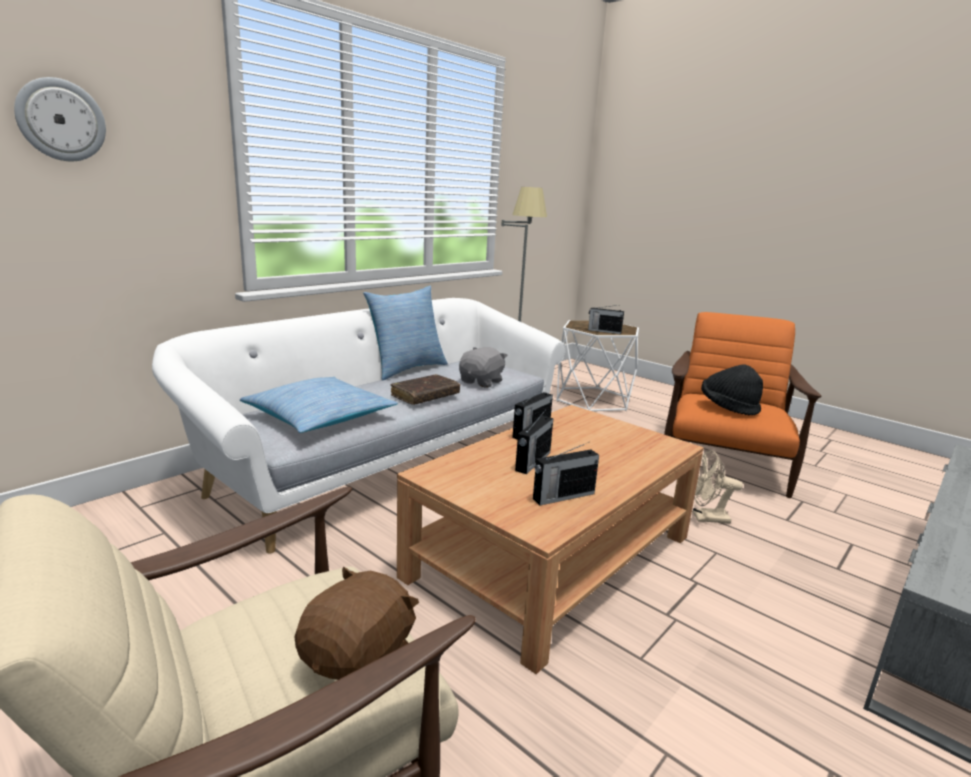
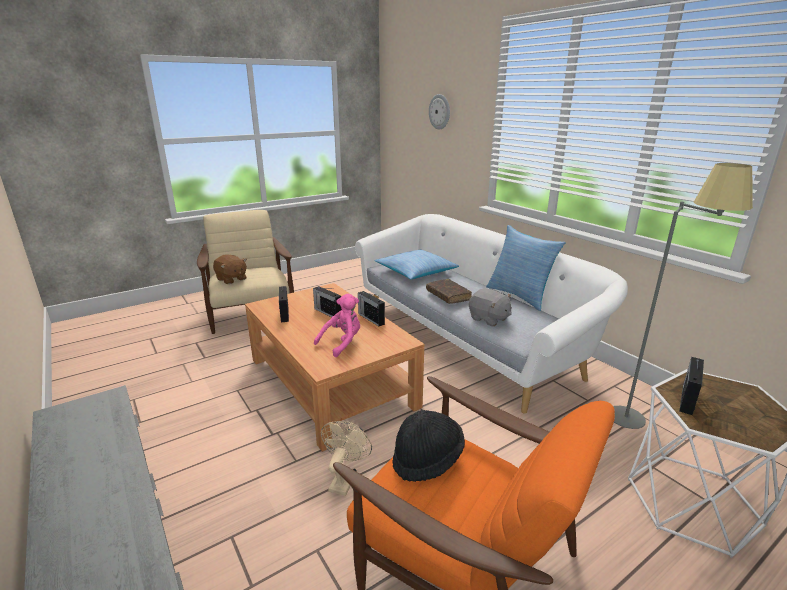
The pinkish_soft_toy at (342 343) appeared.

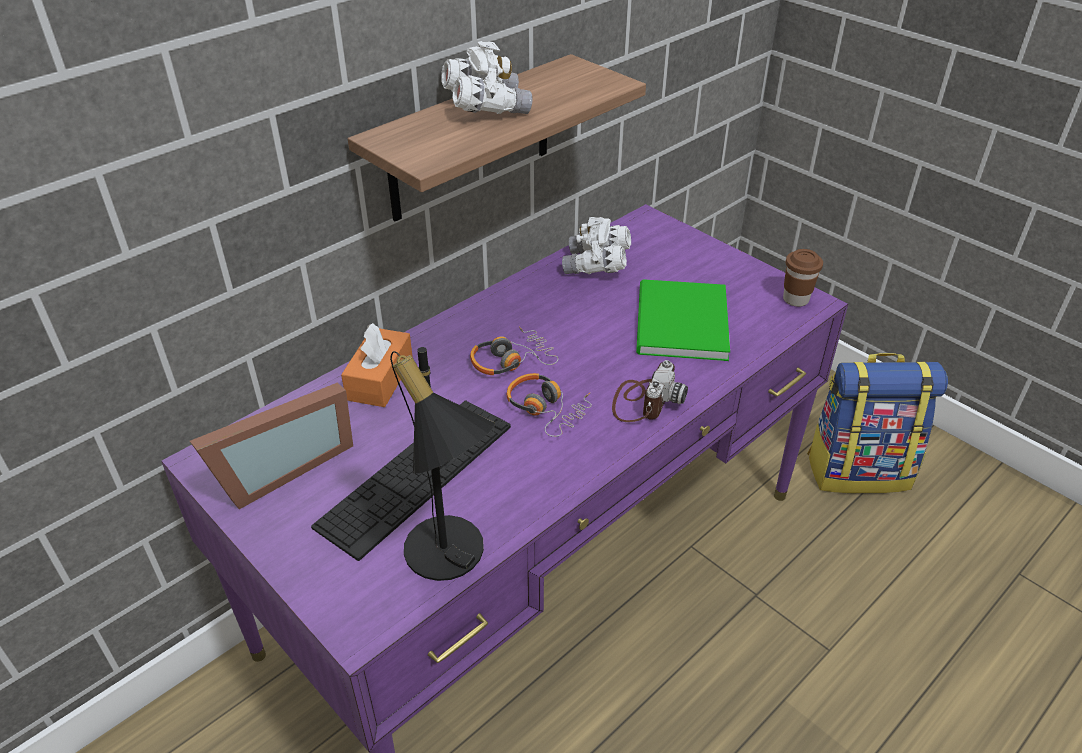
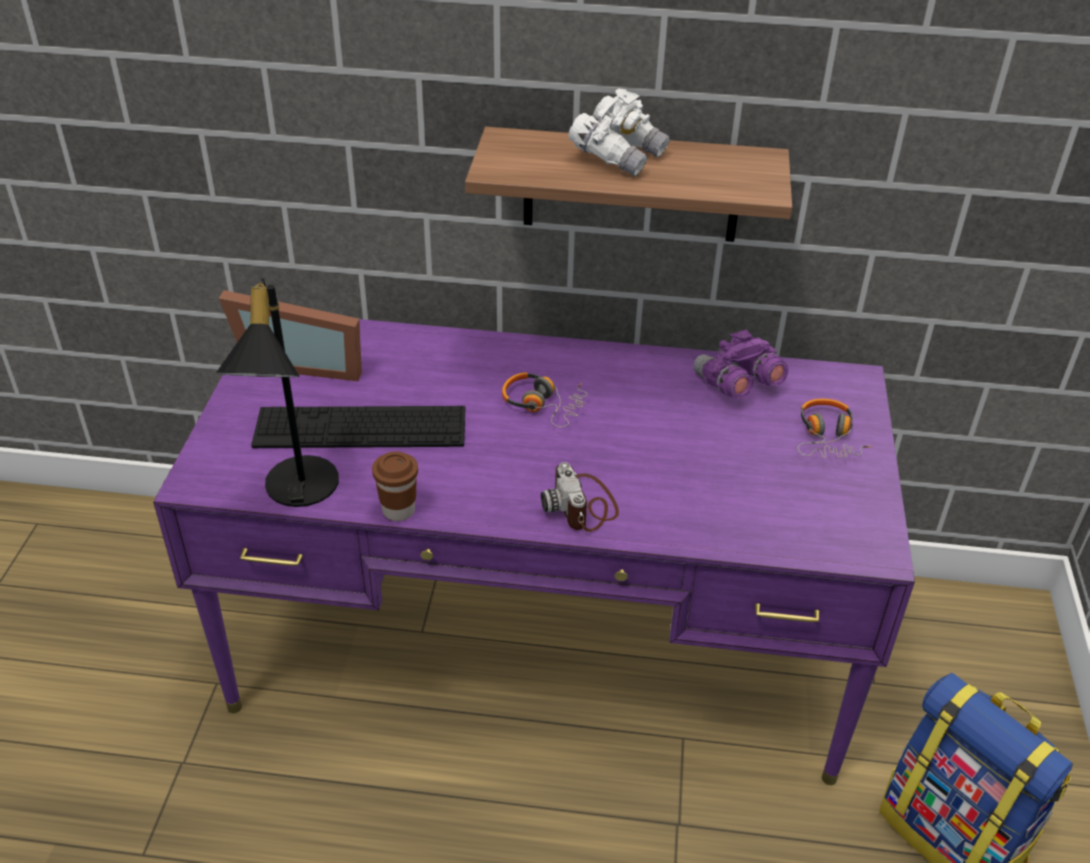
The orange-coloured_box_of_tissues at (380 379) disappeared. The headset moved from (546 409) to (827 437). The whitish_field_glasses at (596 266) became the purplish_field_glasses at (736 385). The photo_camera at (644 401) turned 90 degrees clockwise. The green-coloured_volume at (678 325) disappeared. The brownish_cup moved from (795 299) to (398 510).

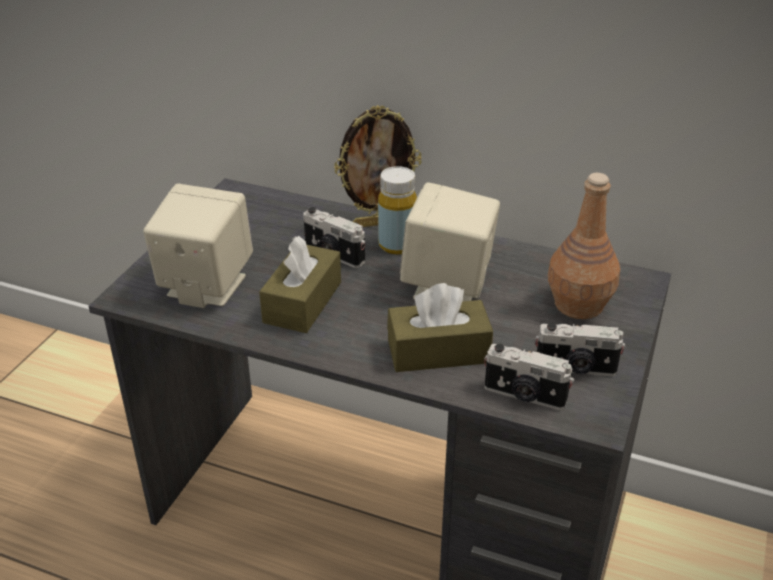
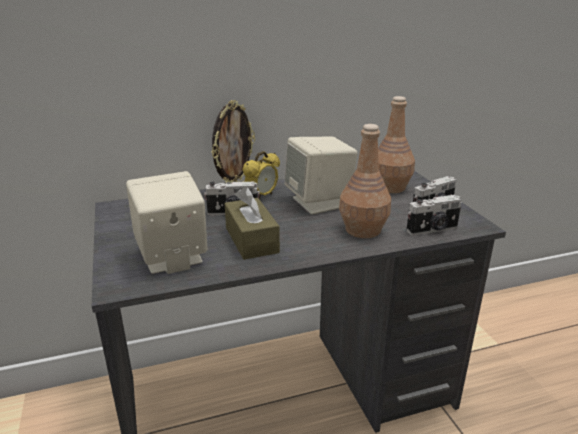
The yellow-coloured_bottle at (397 245) was replaced by the table_clock at (262 196). The brownish_box_of_tissues at (438 351) was replaced by the brownish_bottle at (363 230).

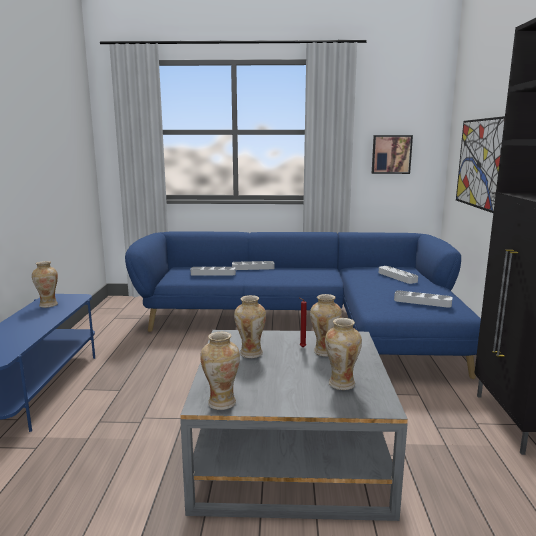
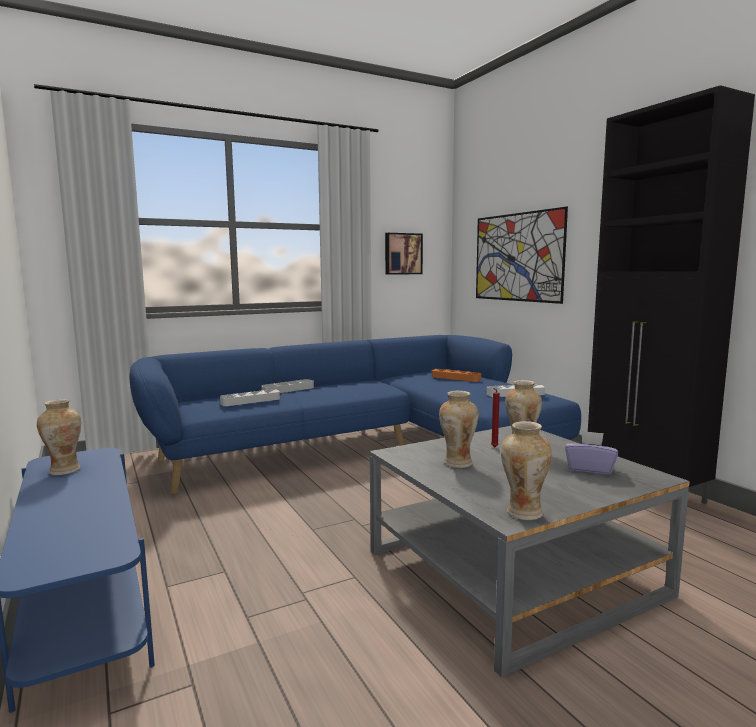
The vase at (341 384) was replaced by the purplish_box_of_tissues at (590 469). The grey_serving_tray at (397 277) became the orange-coloured_serving_tray at (456 378).

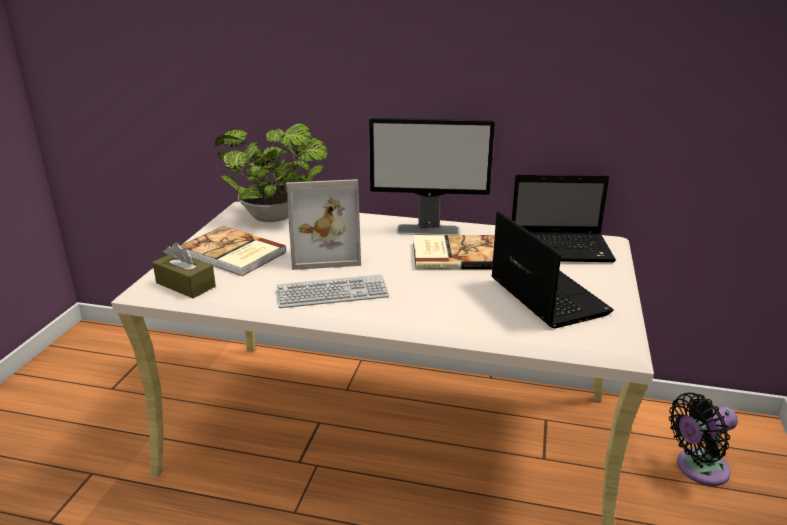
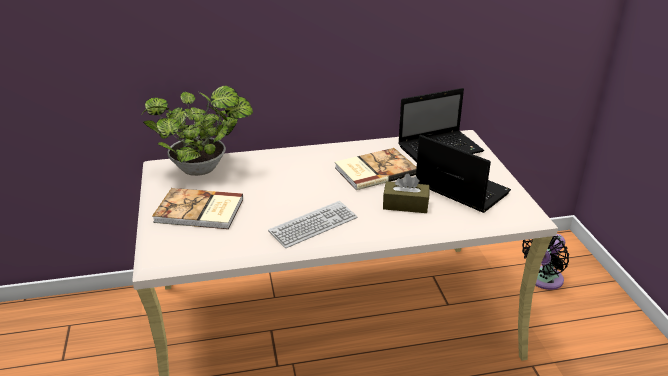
The brownish_box_of_tissues moved from (185 285) to (405 205). The photo_frame at (325 253) disappeared. The monitor at (428 230) disappeared.

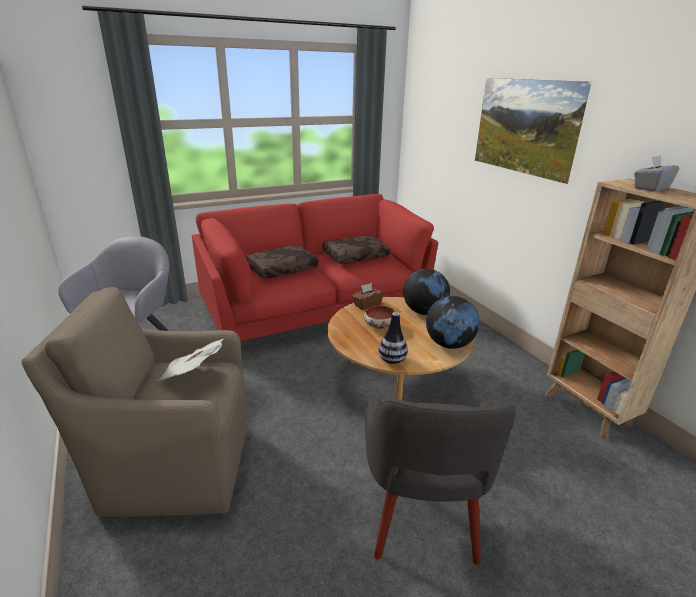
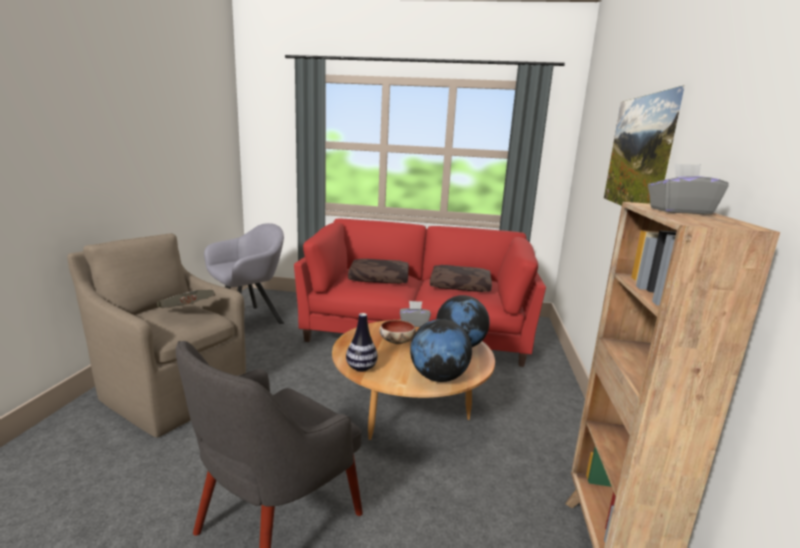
The brownish_box_of_tissues at (367 305) became the grey_box_of_tissues at (414 324).

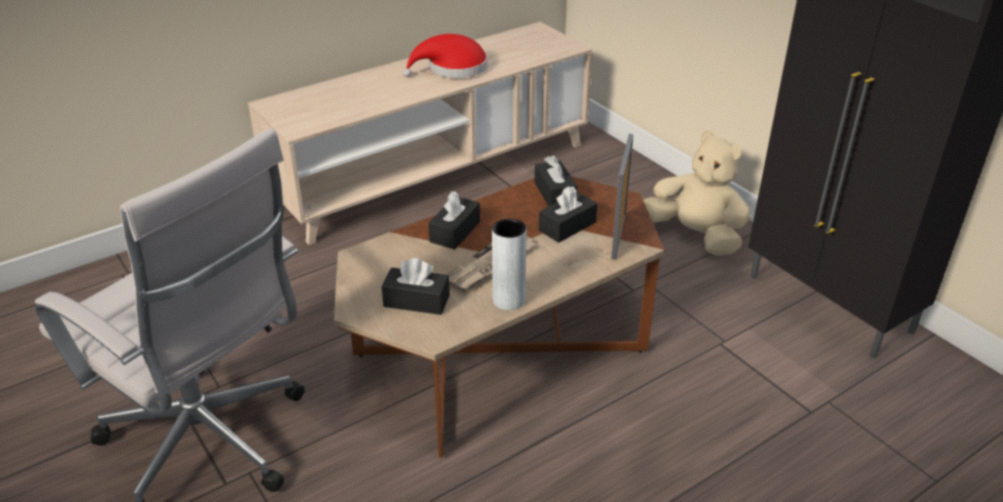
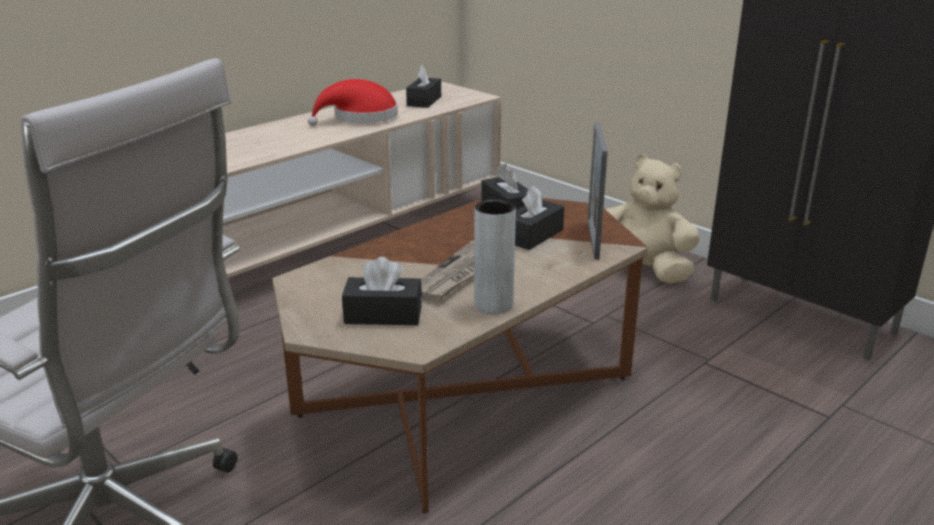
The blackish_box_of_tissues moved from (455 232) to (424 101).

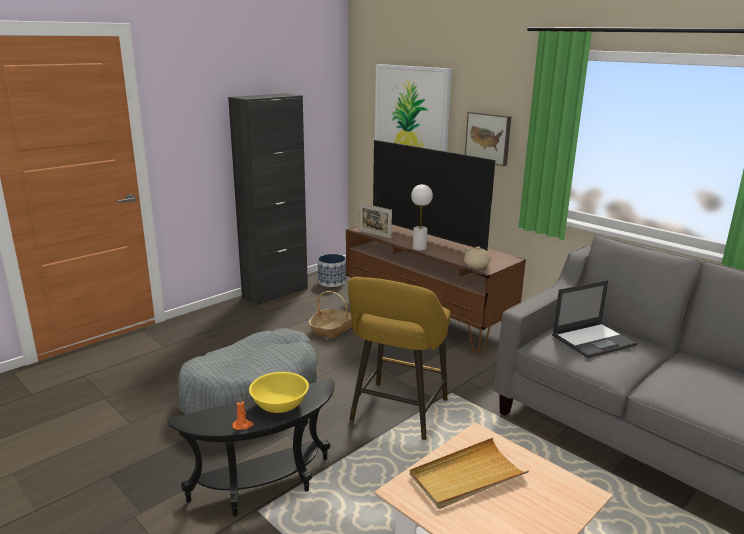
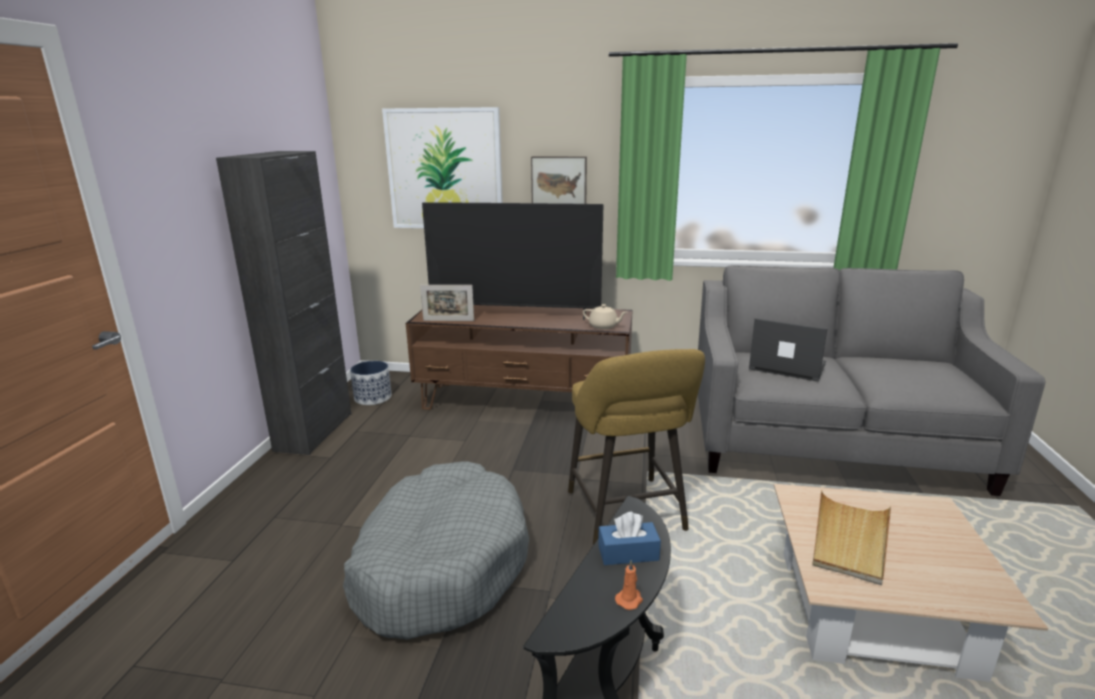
The yellow-coloured_deep_dish at (279 405) was replaced by the blue_box_of_tissues at (628 553). The household_basket at (332 329) disappeared. The whitish_lamp_for_a_table at (419 248) disappeared. The portable_computer at (594 340) turned 90 degrees counterclockwise.

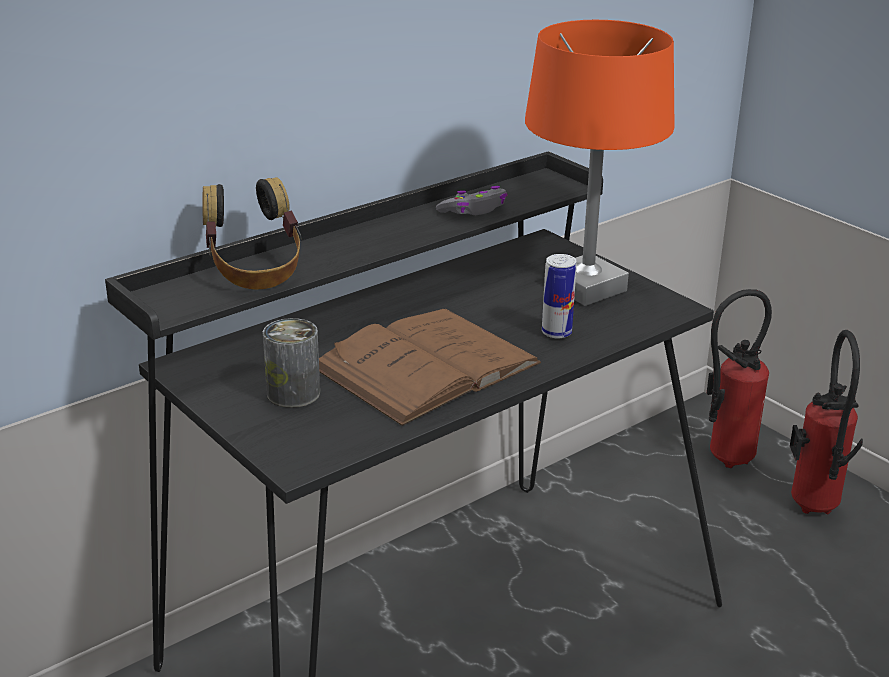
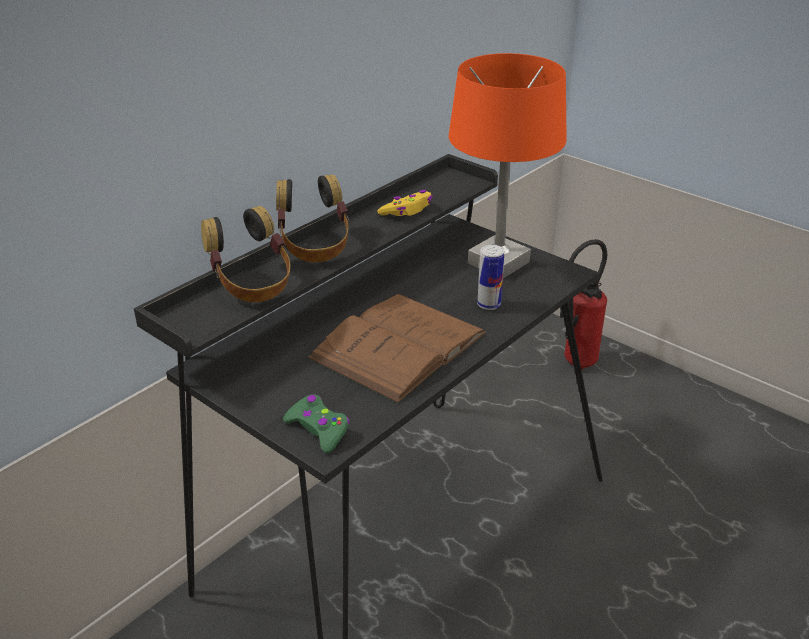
The metal_can at (293 393) disappeared. The grey_gamepad at (474 210) became the yellow-coloured_gamepad at (407 210). The fire-fighting_cylinder at (812 510) disappeared. The headset at (314 246) appeared. The green-coloured_gamepad at (318 429) appeared.

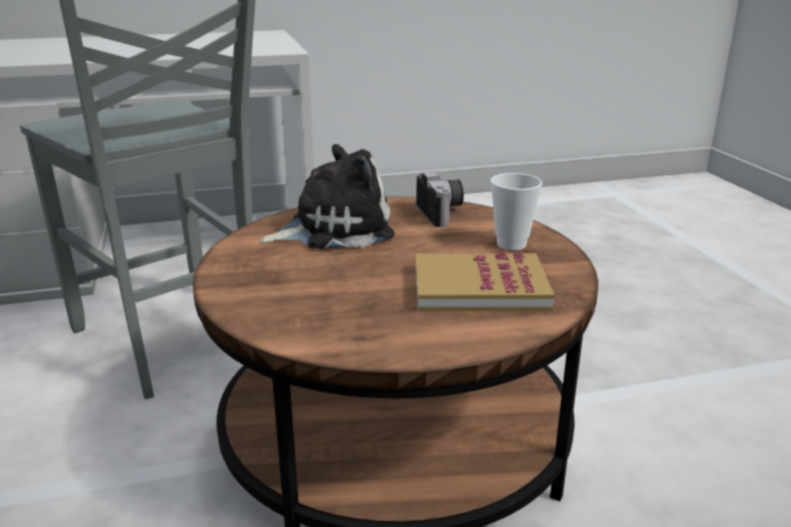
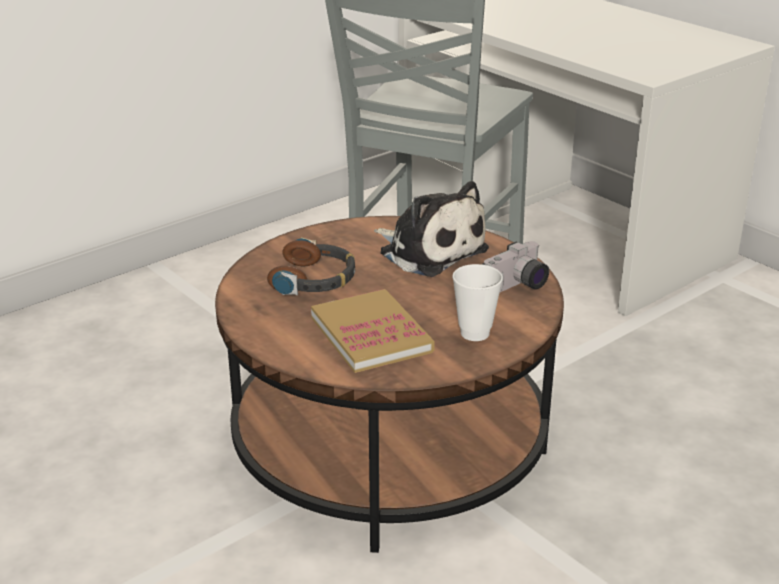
The headset at (315 279) appeared.

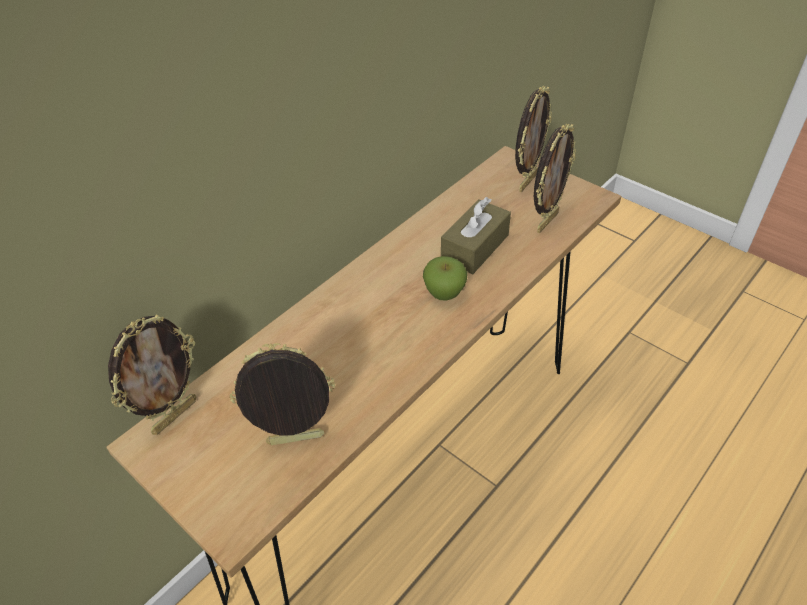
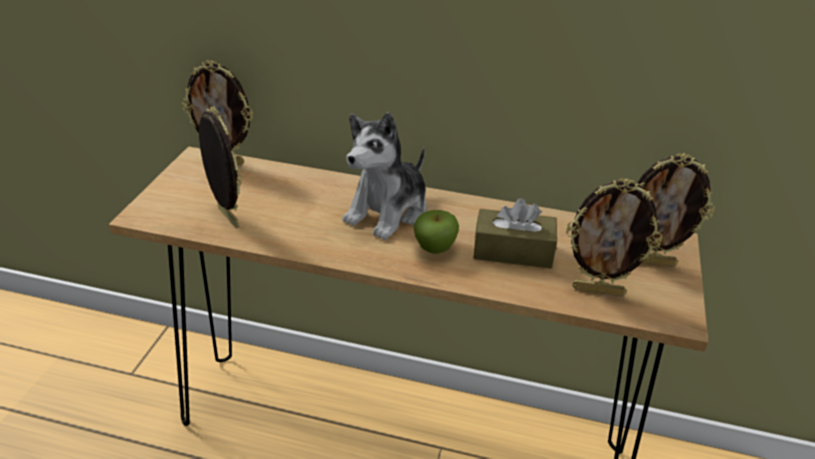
The soft_toy at (388 212) appeared.

